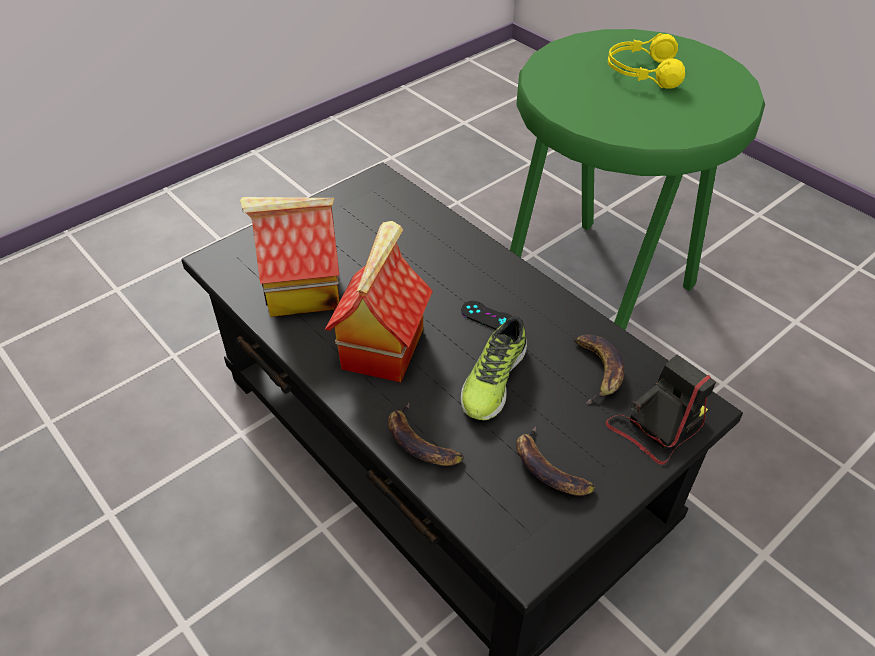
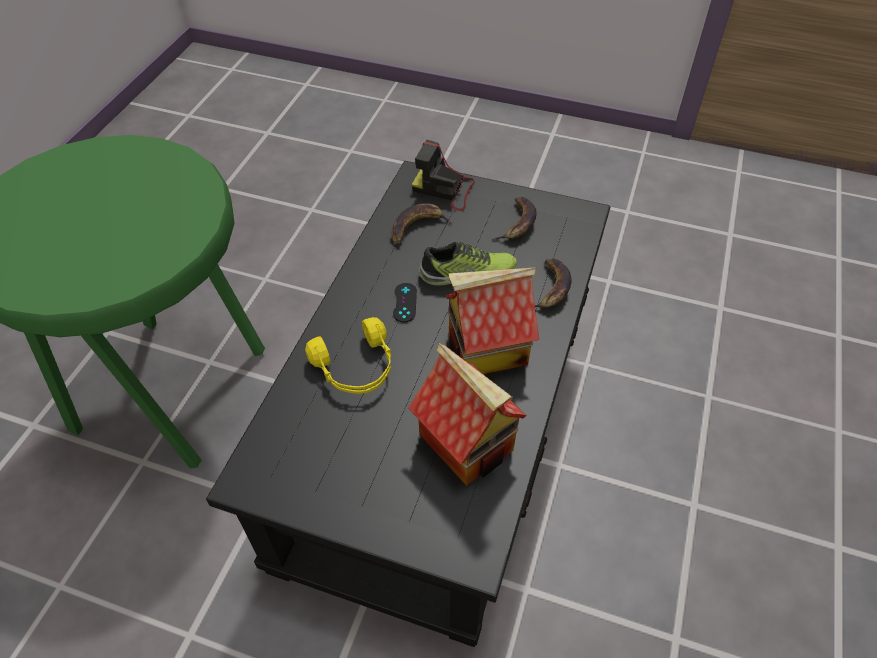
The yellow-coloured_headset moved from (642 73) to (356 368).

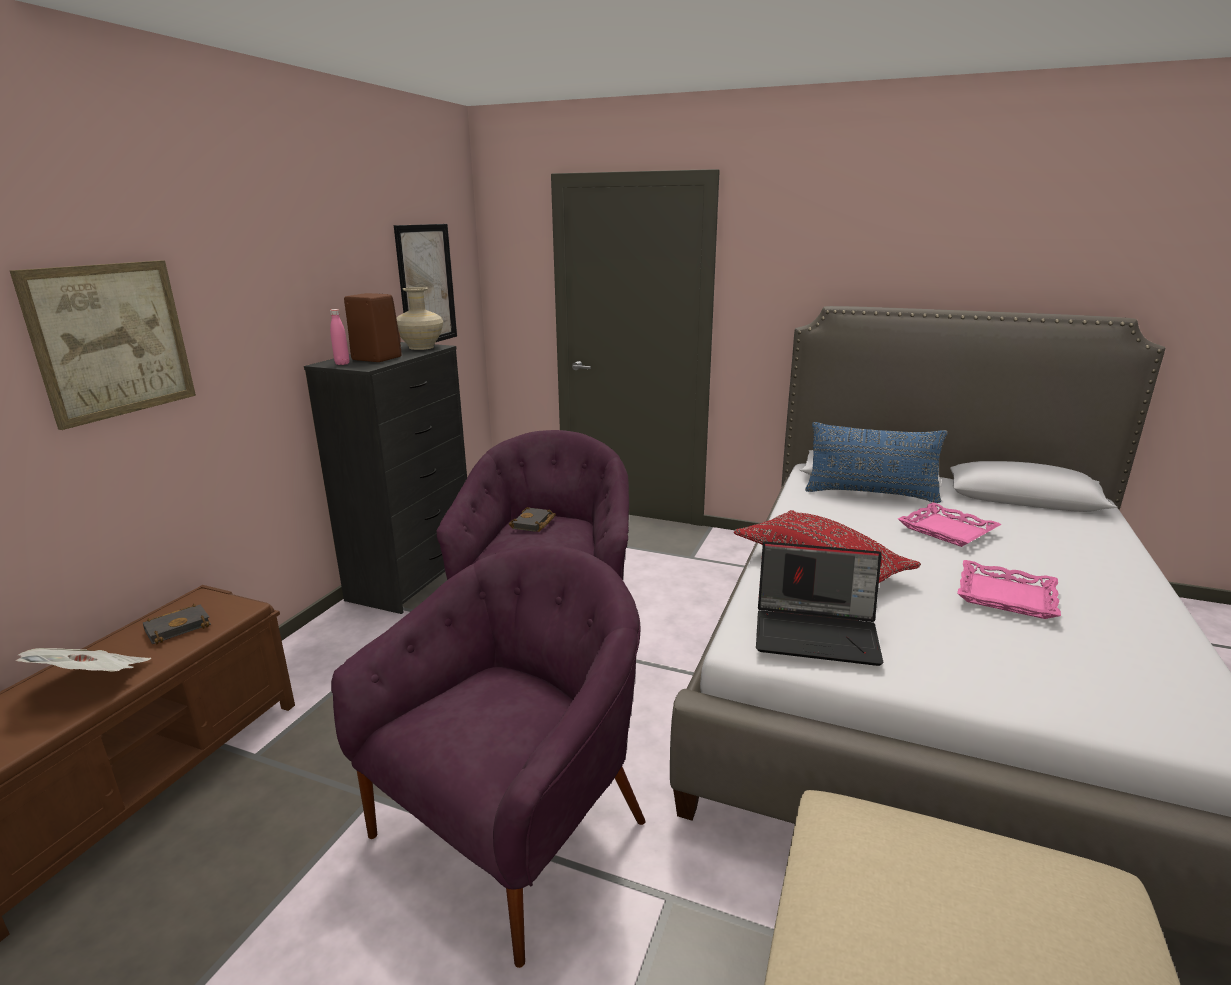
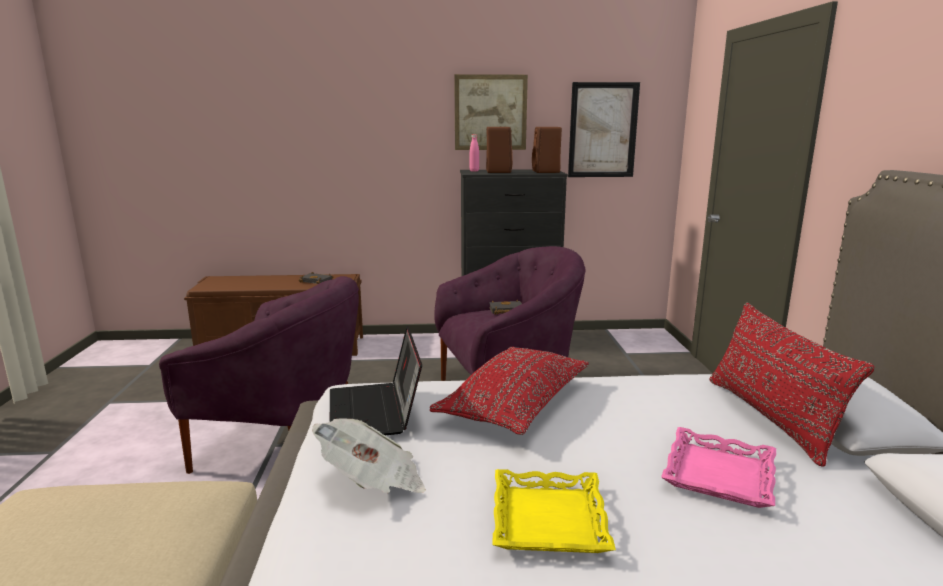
The wall_art moved from (112 340) to (490 112). The newspaper moved from (94 681) to (373 482). The beige-coloured_vase at (422 347) was replaced by the brownish_audio_speaker at (546 172). The blue_pillow at (870 494) became the reddish_pillow at (770 417). The pinkish_serving_tray at (1005 596) became the yellow-coloured_serving_tray at (547 519).

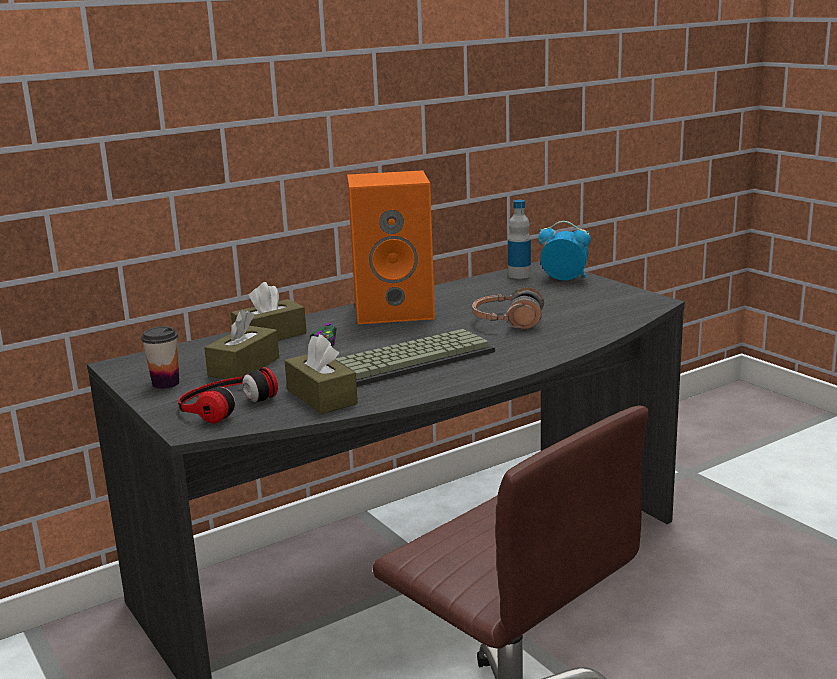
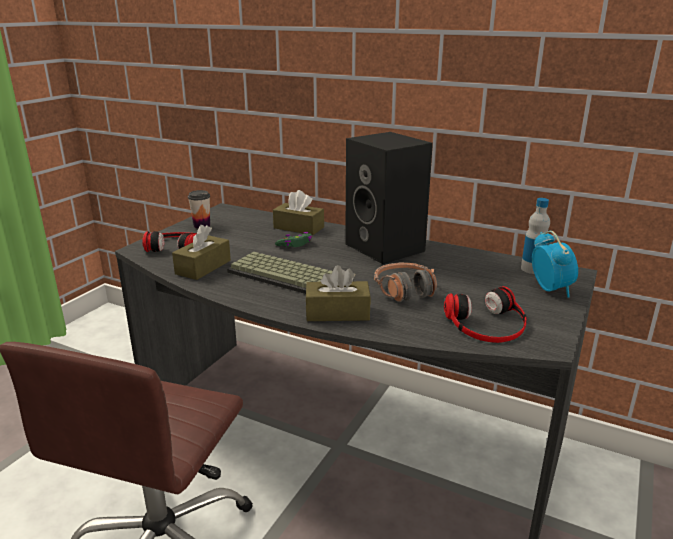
The brownish_box_of_tissues moved from (244 367) to (337 313). The orange-coloured_audio_speaker at (396 310) became the blackish_audio_speaker at (387 248). The headset at (487 324) appeared.

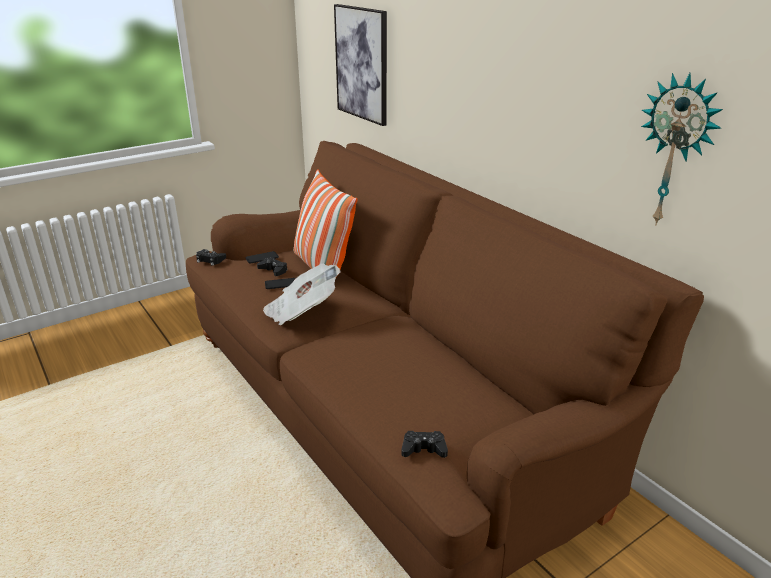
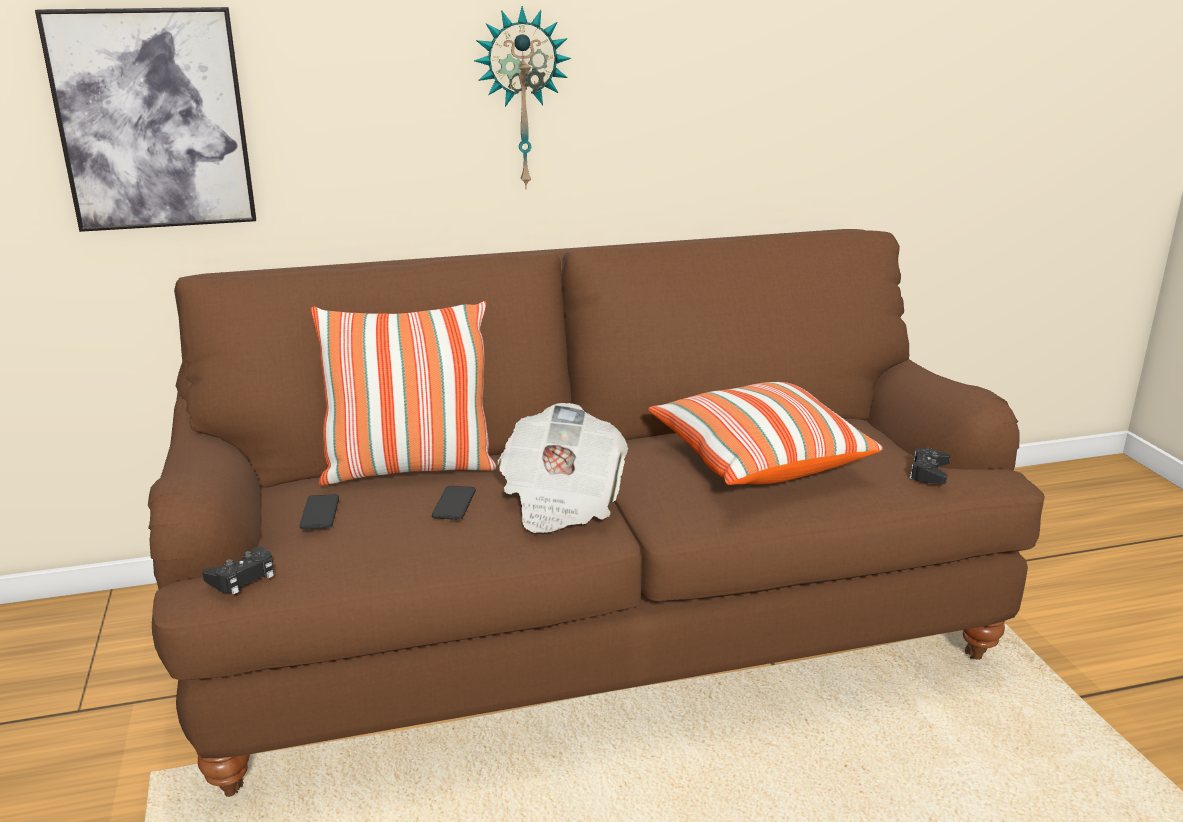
The blackish_gamepad at (273 270) disappeared. The clock_on_the_wall moved from (675 152) to (522 99). The pillow at (757 459) appeared.

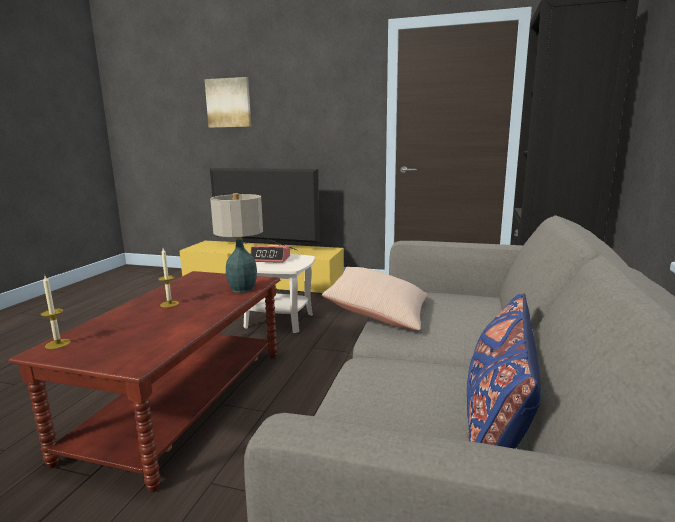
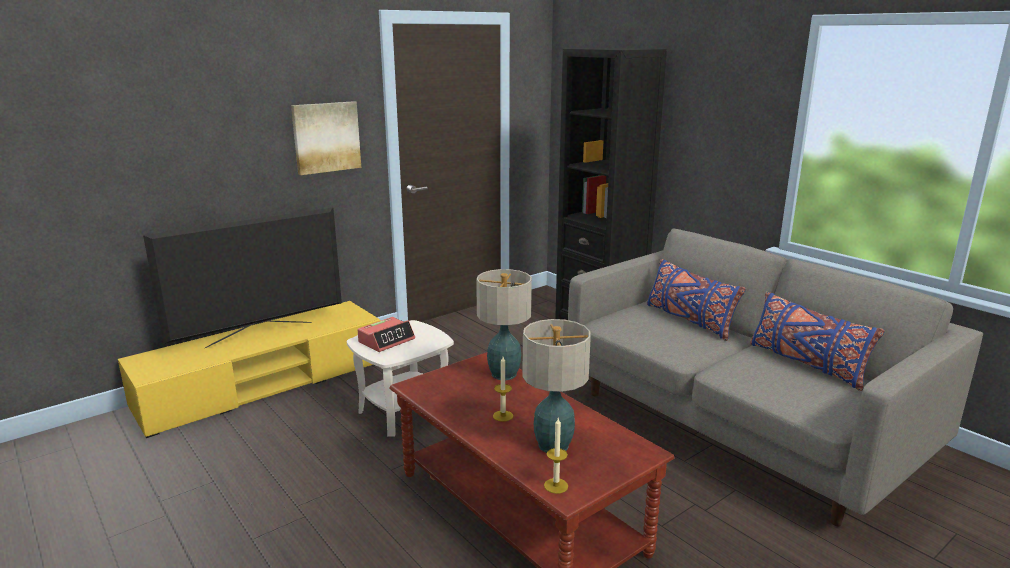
The wall_art moved from (229 103) to (326 137). The beige-coloured_pillow at (378 313) disappeared. The lamp_for_a_table at (554 445) appeared. The blue_pillow at (689 320) appeared.

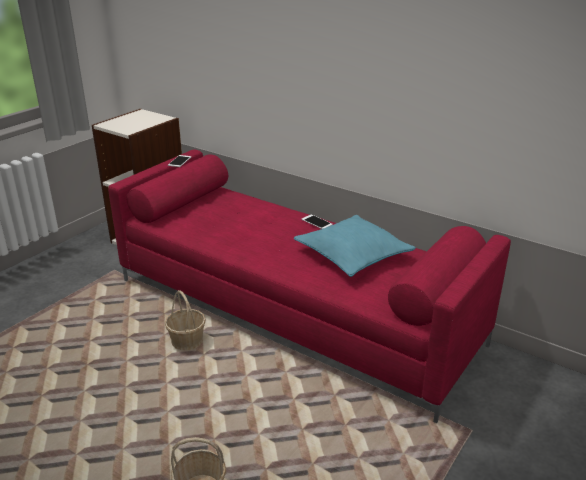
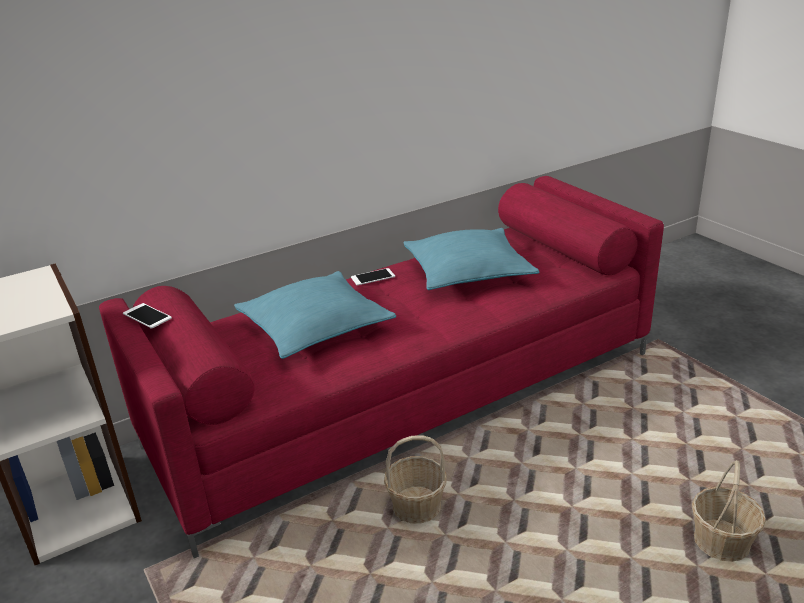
The turquoise-coloured_pillow at (315 327) appeared.

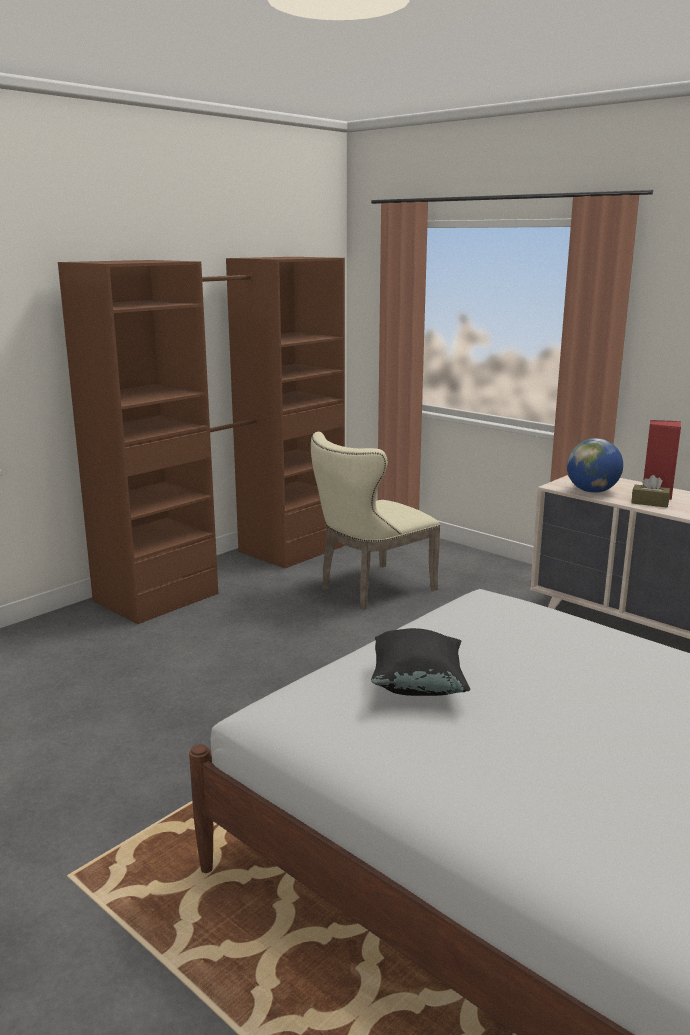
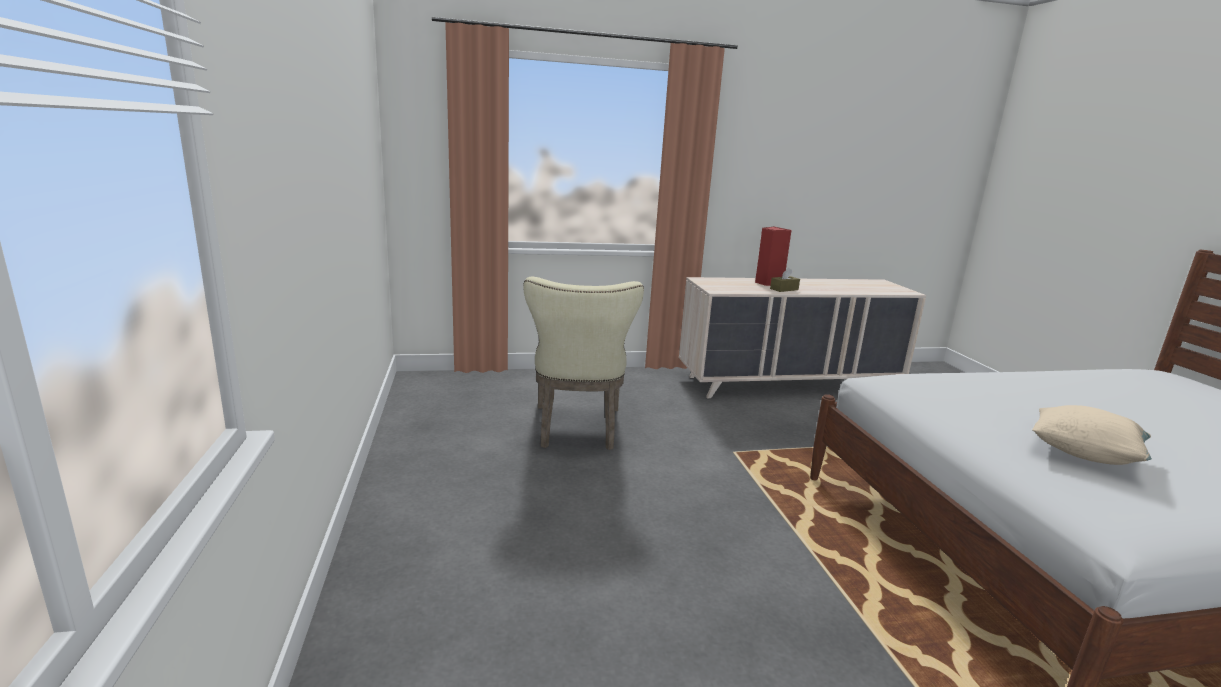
The brownish_armoire at (230 570) disappeared. The blackish_pillow at (417 685) became the beige-coloured_pillow at (1084 454). The globe at (592 491) disappeared.

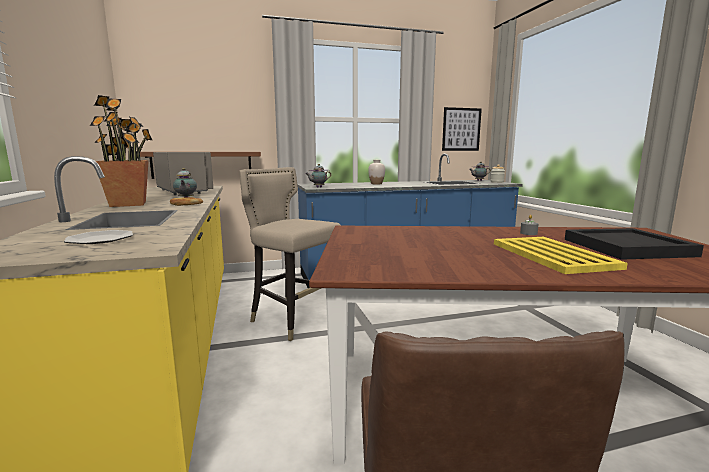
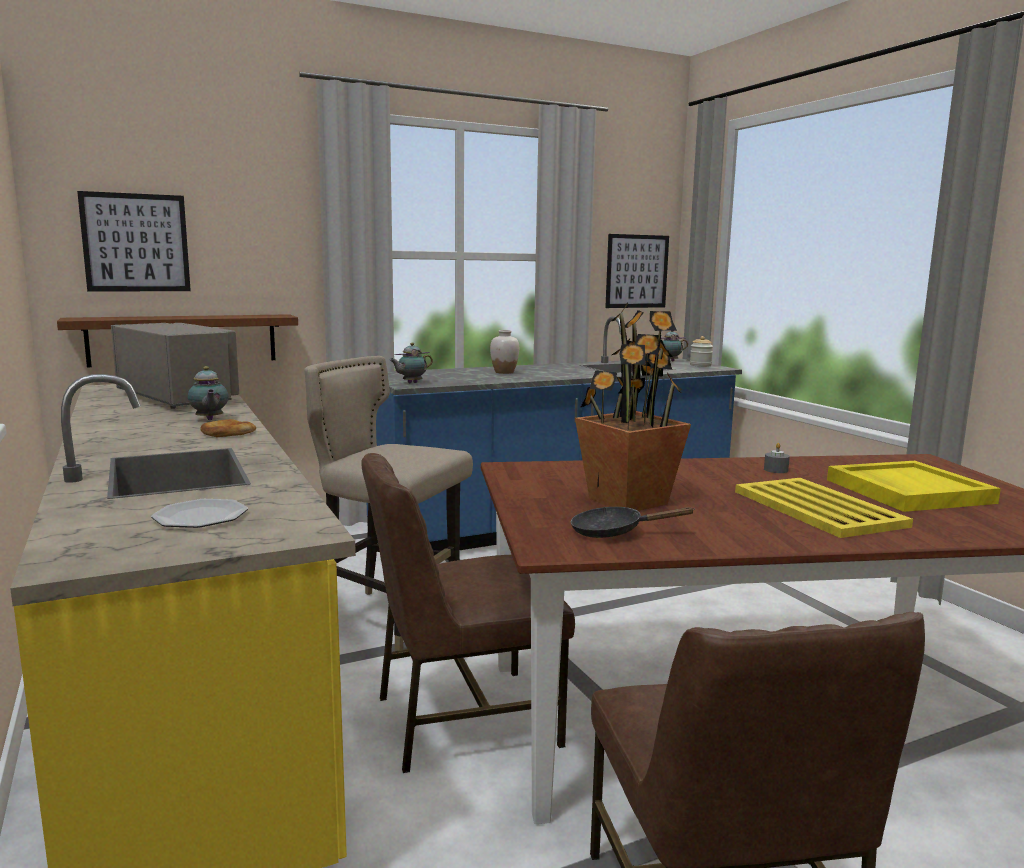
The houseplant moved from (129 204) to (628 501). The blackish_serving_tray at (625 247) became the yellow-coloured_serving_tray at (906 491). The wall_art at (136 243) appeared. The brownish_upright_chair at (463 719) appeared. The blackish_frying_pan at (614 532) appeared.

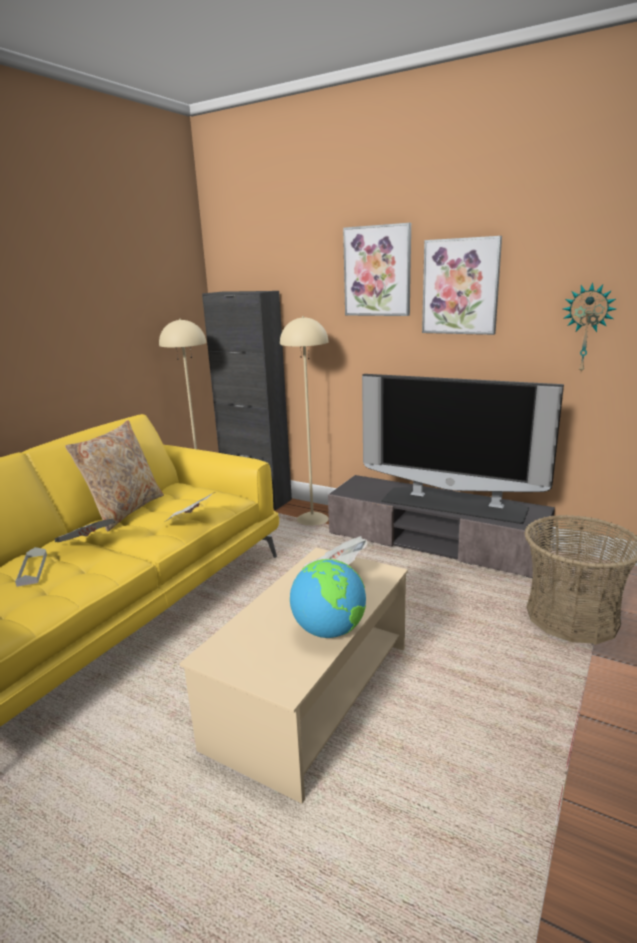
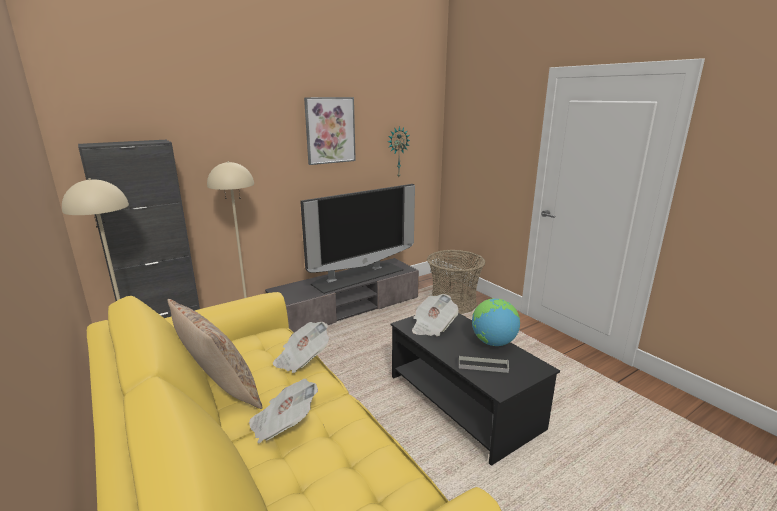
The grey_serving_tray moved from (32 569) to (483 366). The beige-coloured_lounge_table at (312 693) became the blackish_lounge_table at (462 401). The wall_art at (377 271) disappeared.

